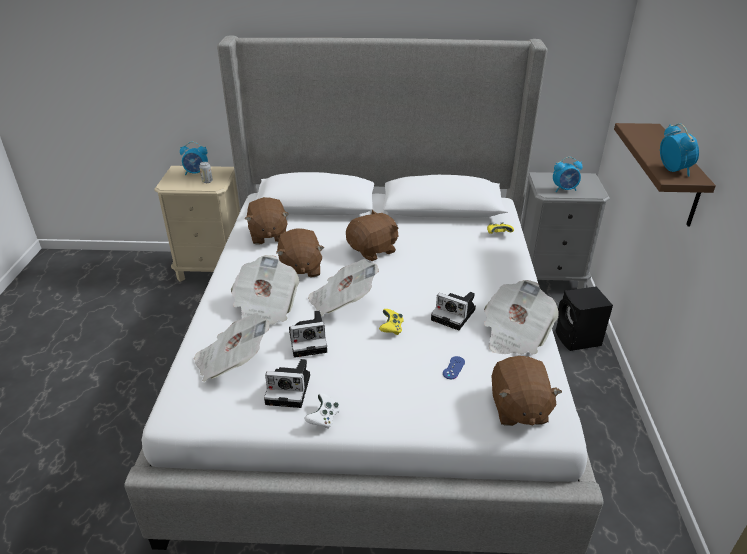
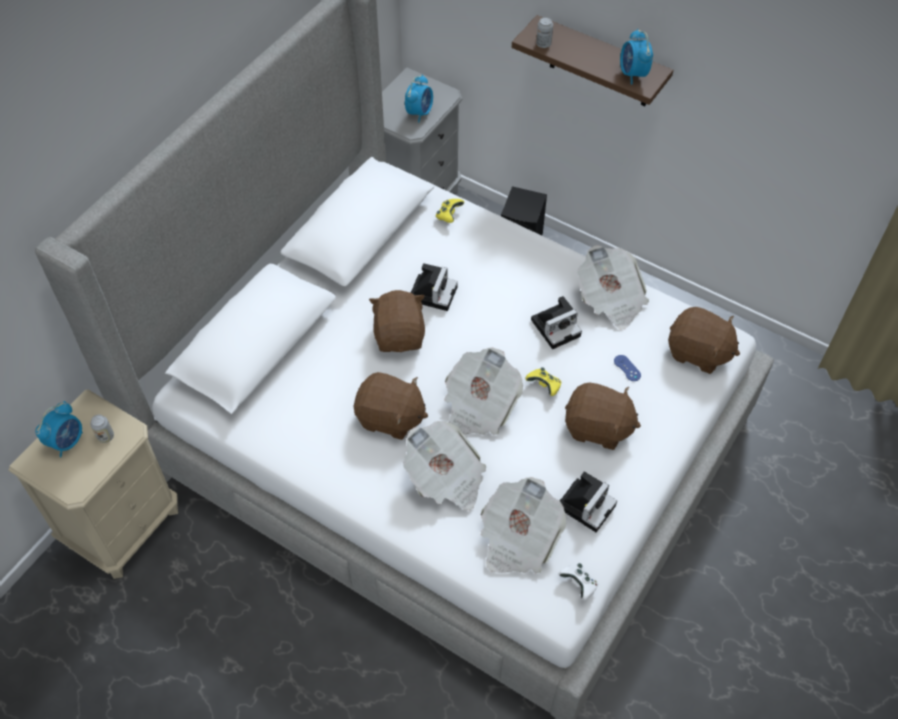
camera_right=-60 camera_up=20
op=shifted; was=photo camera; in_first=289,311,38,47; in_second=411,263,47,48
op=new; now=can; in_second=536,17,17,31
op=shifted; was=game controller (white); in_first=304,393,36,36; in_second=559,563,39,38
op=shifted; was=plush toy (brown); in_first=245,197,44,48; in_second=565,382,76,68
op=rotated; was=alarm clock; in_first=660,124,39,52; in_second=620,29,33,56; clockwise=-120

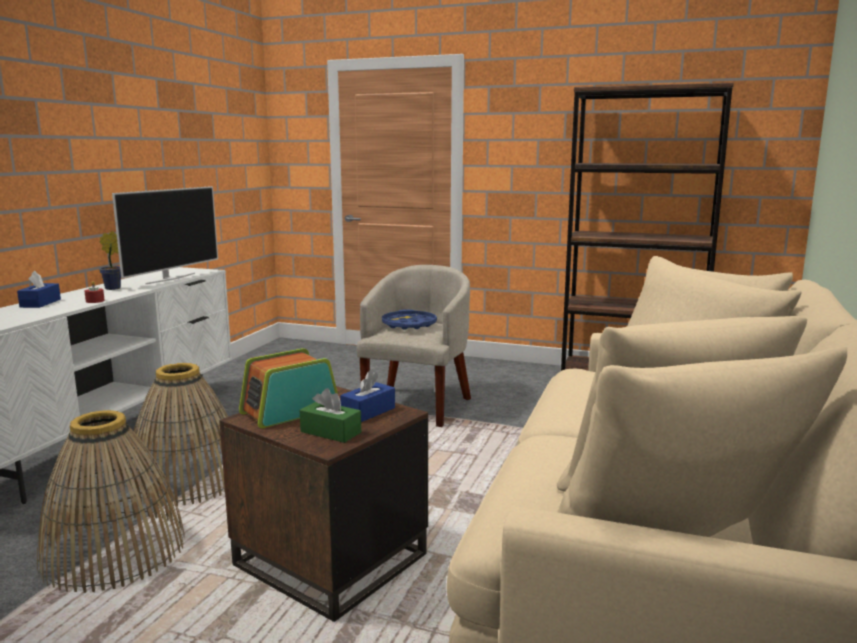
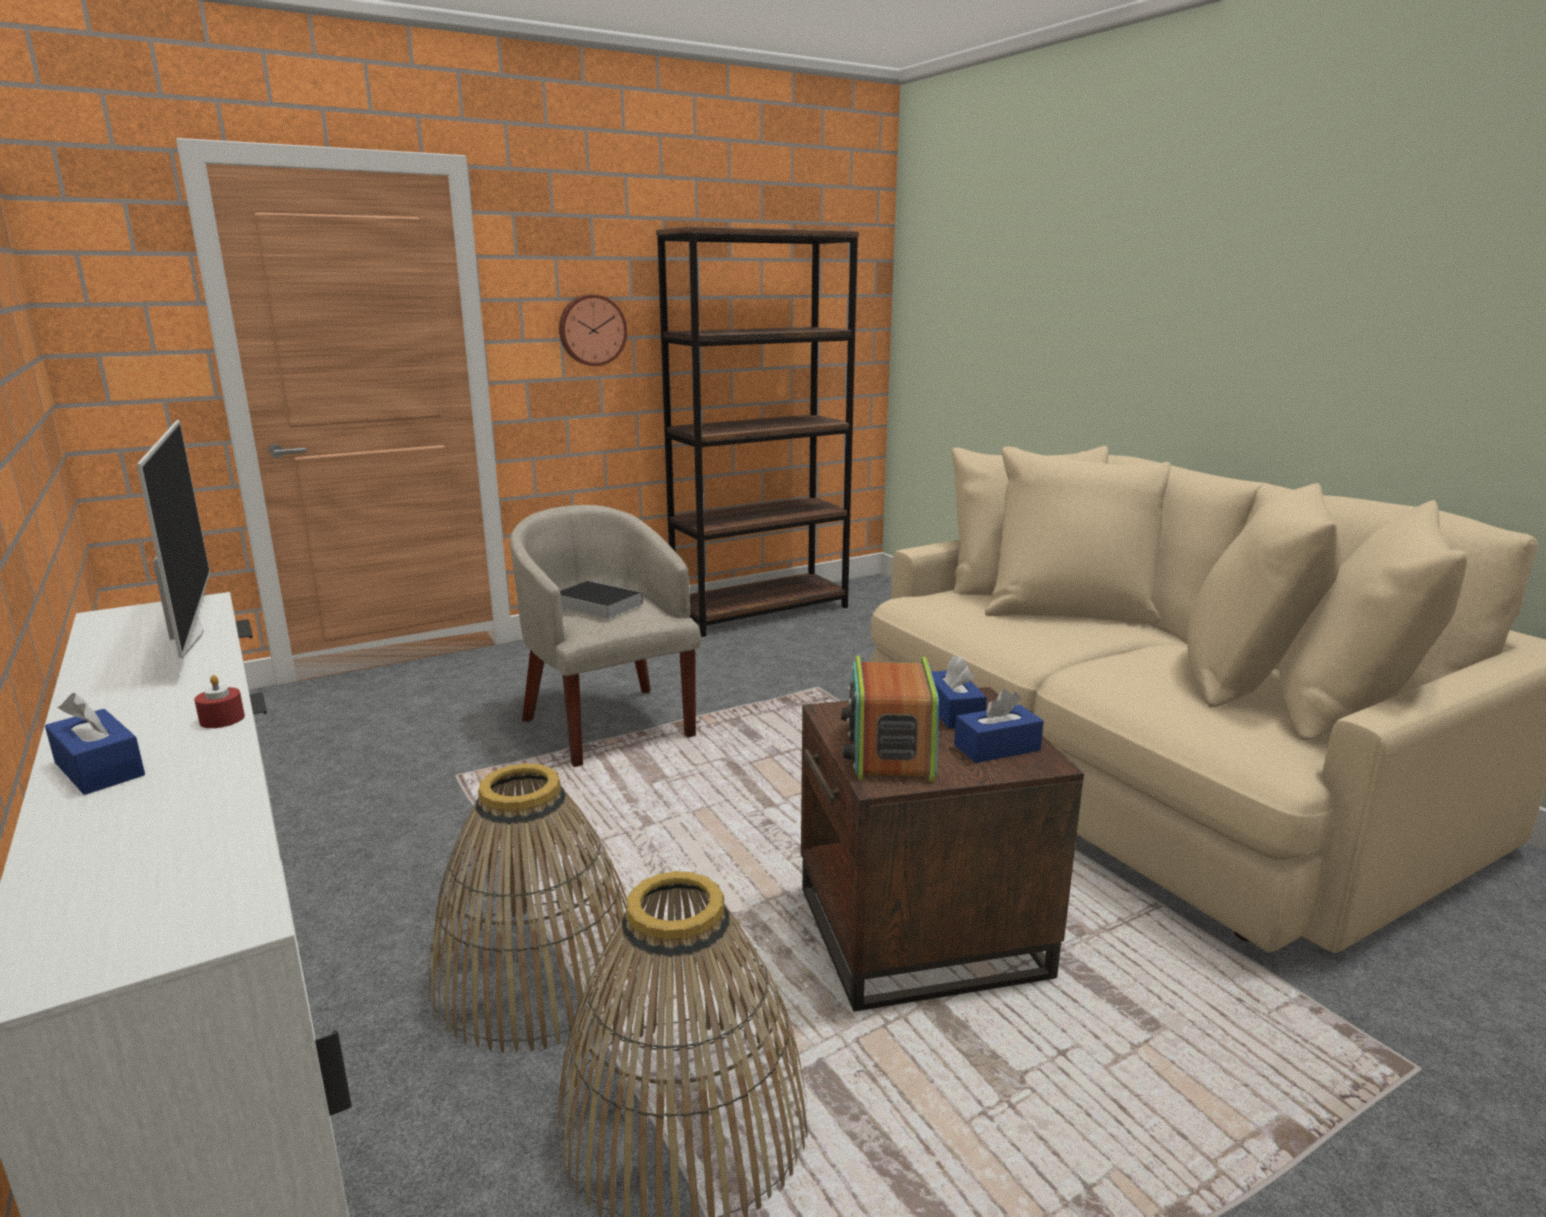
camera_right=-50 camera_up=5
op=new; now=wall clock; in_second=559,294,68,72
op=swapped; was=tray (blue); now=book; in_first=382,309,55,21; in_second=560,581,83,38
op=repainted; was=tissue box (green); now=tissue box (blue); in_first=300,388,61,55; in_second=954,689,90,74
op=gone; was=potted plant; in_first=99,231,22,59

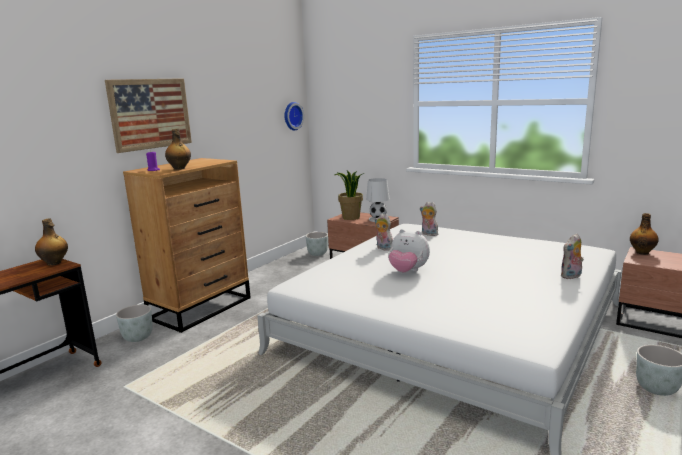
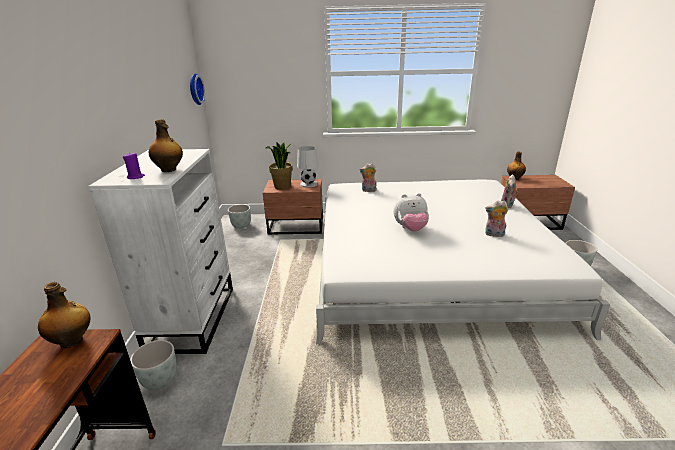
camera_right=-35 camera_up=10
op=repainted; was=dresser (brown); now=dresser (white); in_first=123,158,128,175; in_second=88,149,145,205
op=shifted; was=plush toy; in_first=375,213,18,38; in_second=485,201,23,36
op=gone; was=picture; in_first=105,78,87,75

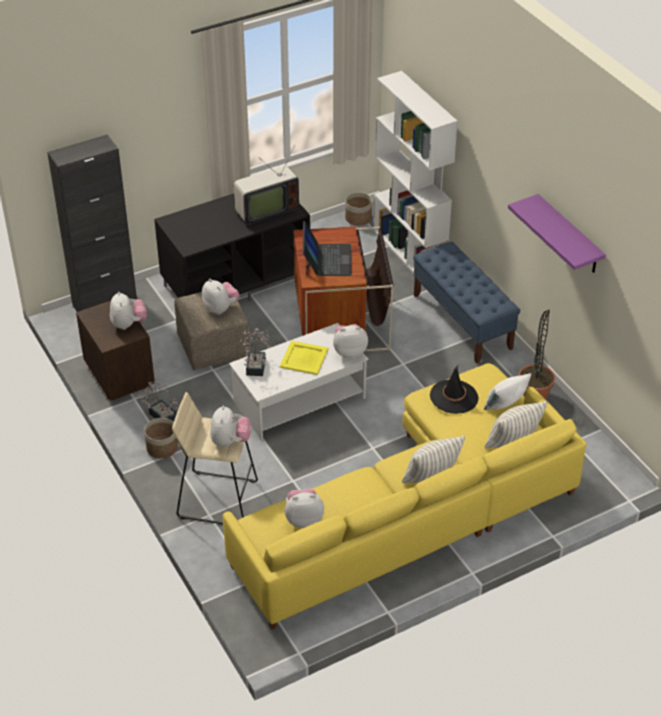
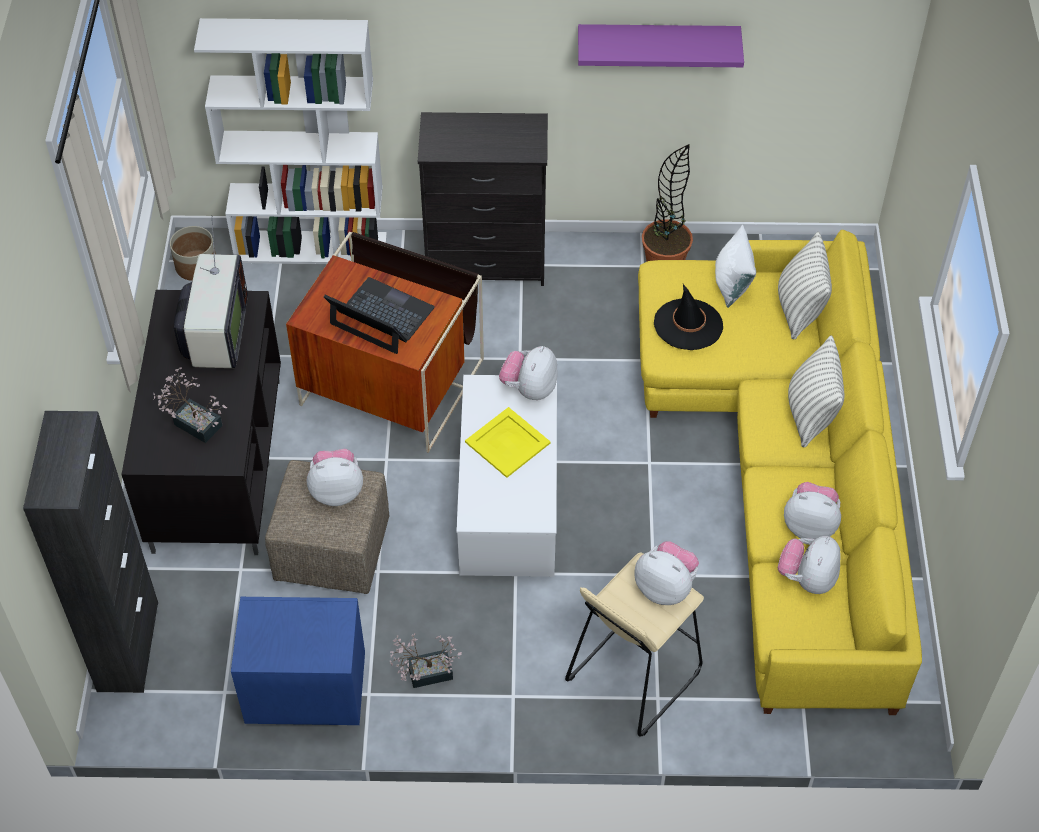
camera_right=-60 camera_up=10
op=shifted; was=potted plant; in_first=240,328,30,48; in_second=153,368,74,75
op=repainted; was=nightstand (brown); now=nightstand (blue); in_first=76,301,79,99; in_second=231,597,134,128
op=swapped; was=bench (blue); now=dresser (black); in_first=413,242,107,122; in_second=418,112,130,174
op=shifted; was=plush toy; in_first=110,292,37,38; in_second=784,482,57,57
op=gone; was=planter; in_first=144,418,34,40

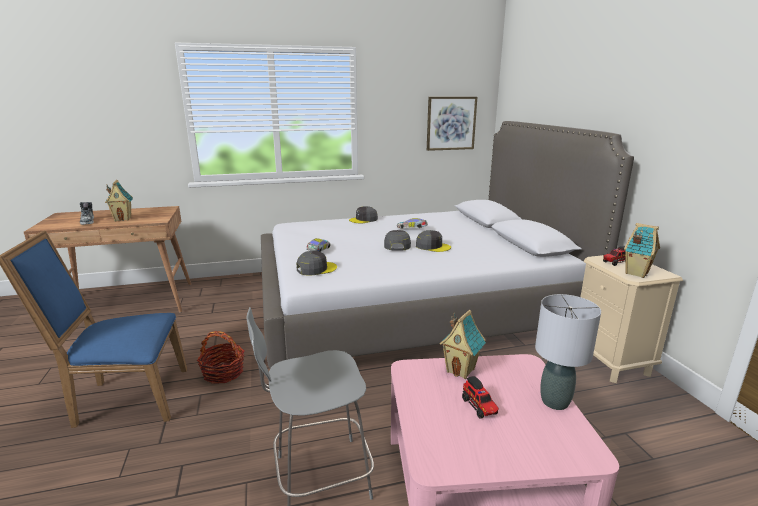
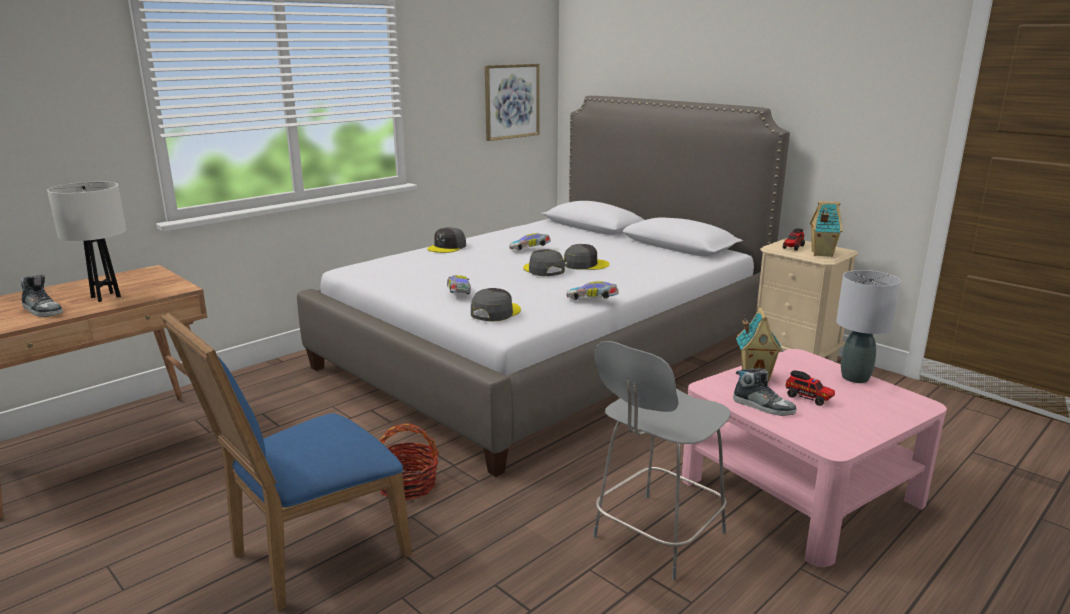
camera_right=-30 camera_up=0
op=swapped; was=toy house; now=table lamp (white); in_first=105,180,28,41; in_second=47,181,79,121
op=new; now=toy car; in_second=566,281,53,19
op=new; now=shoe; in_second=733,368,64,48

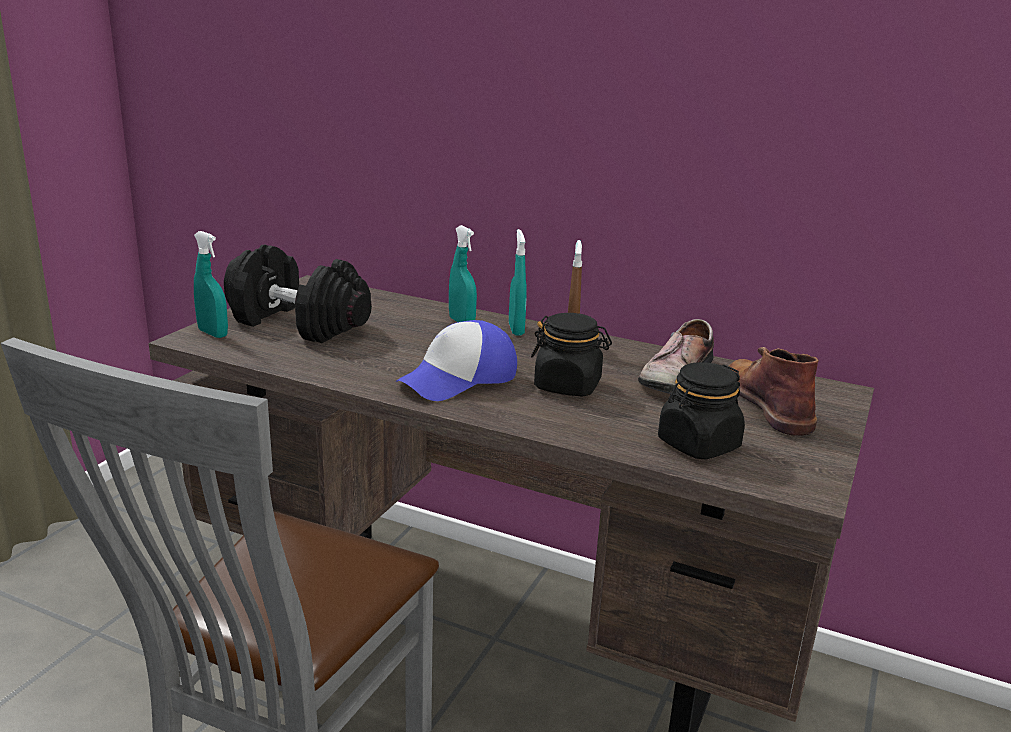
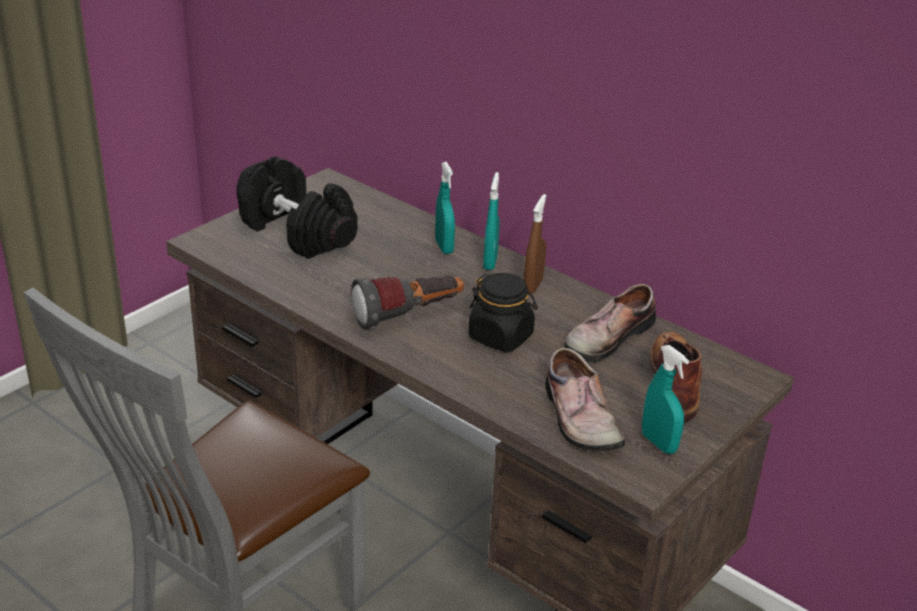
camera_right=15 camera_up=10
op=swapped; was=cap; now=flashlight; in_first=395,320,122,81; in_second=351,275,113,55
op=swapped; was=jar (black); now=shoe; in_first=658,362,87,98; in_second=545,348,80,103
op=shifted; was=spray bottle (turquoise); in_first=194,231,34,107; in_second=642,345,47,109

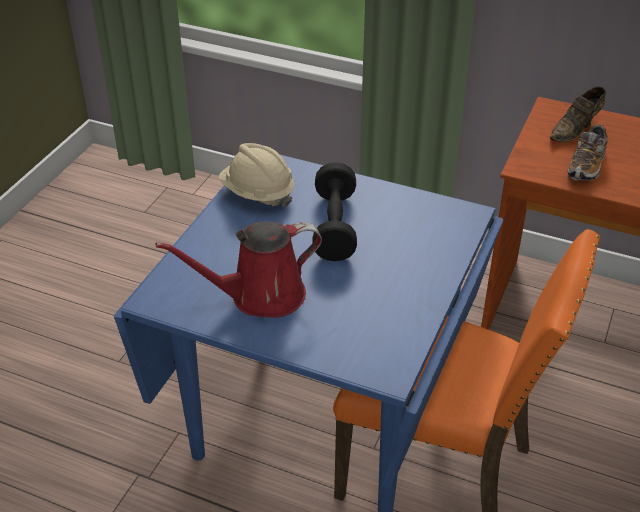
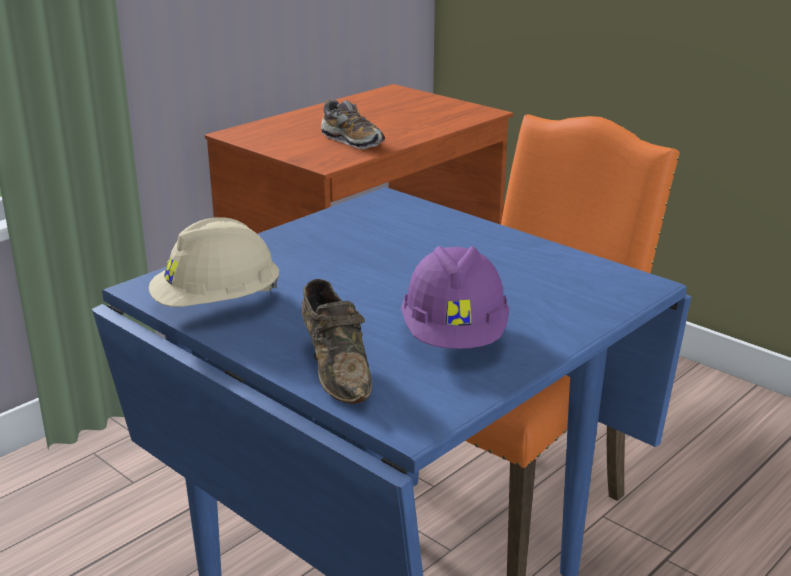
camera_right=-70 camera_up=-15
op=shifted; was=shoe (brown); in_first=550,87,56,55; in_second=302,279,70,125
op=swapped; was=watering can (red); now=hard hat (purple); in_first=155,221,167,97; in_second=401,246,108,103
op=gone; was=dumbbell (black); in_first=312,162,45,99

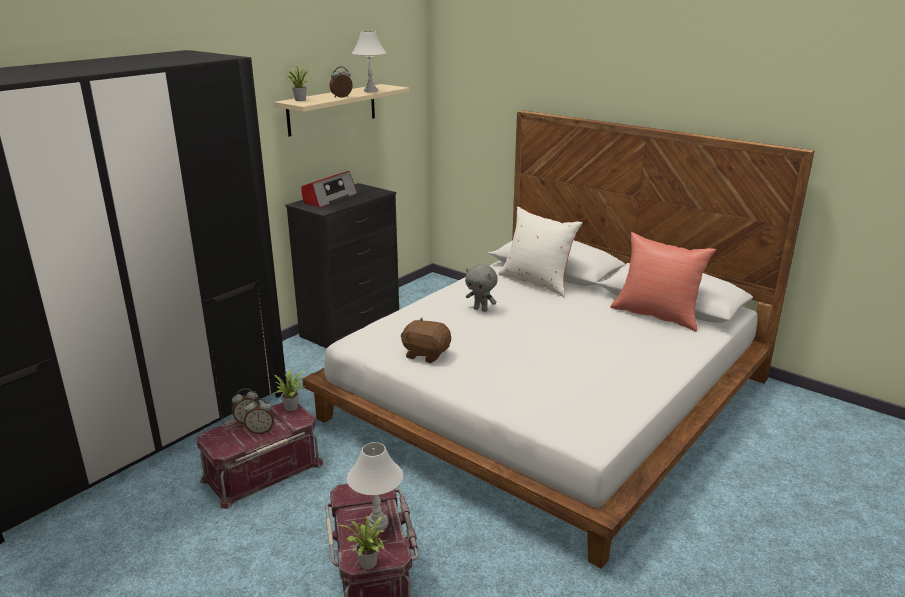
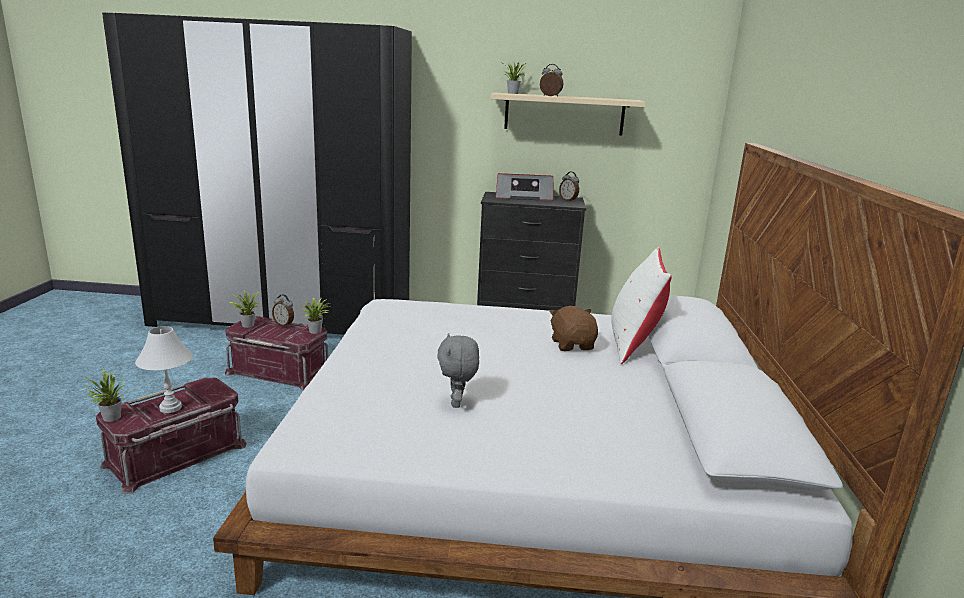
camera_right=55 camera_up=-5
op=new; now=potted plant; in_second=229,291,32,37
op=shifted; was=plush toy (grey); in_first=465,264,33,48; in_second=438,333,41,75
op=shifted; was=plush toy (brown); in_first=401,318,50,45; in_second=549,306,49,45
op=shifted; was=alarm clock; in_first=244,398,30,36; in_second=559,172,20,30
op=gone; was=table lamp (white); in_first=352,31,34,61
op=gone; was=pillow (red); in_first=610,232,106,99

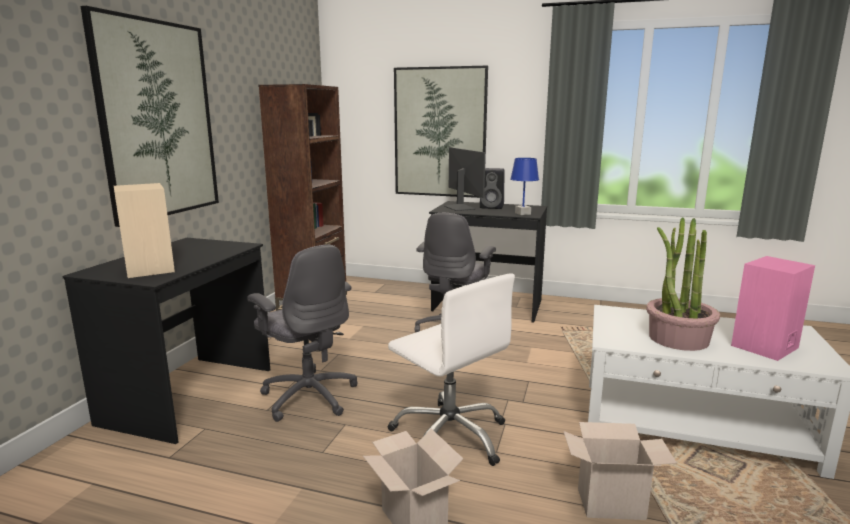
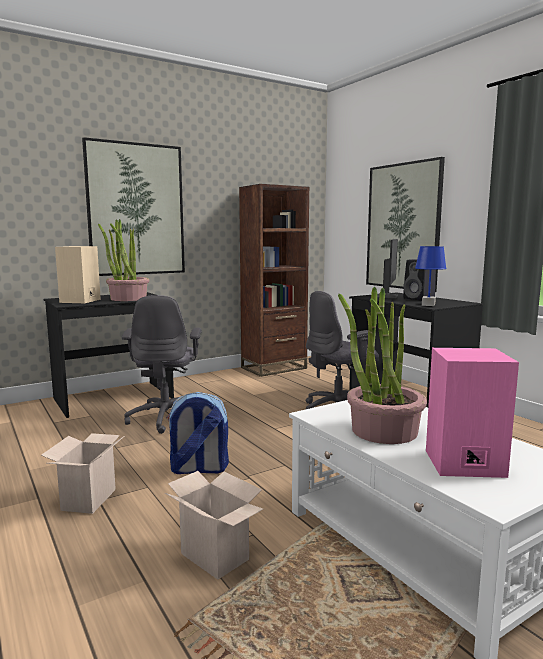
camera_right=40 camera_up=-5
op=new; now=potted plant; in_second=98,219,51,82
op=swapped; was=office chair (white); now=backpack; in_first=388,273,127,193; in_second=166,392,63,82

